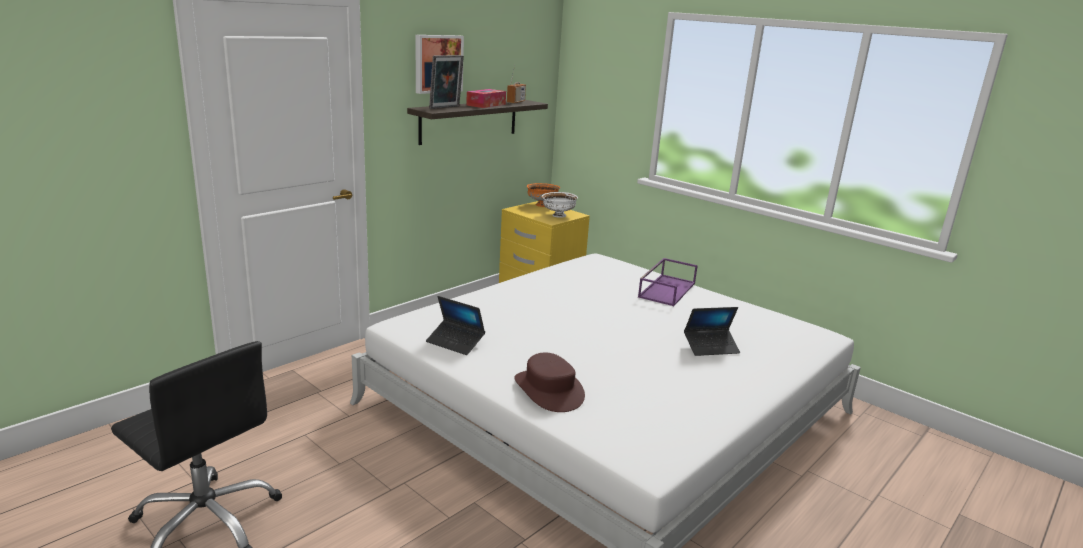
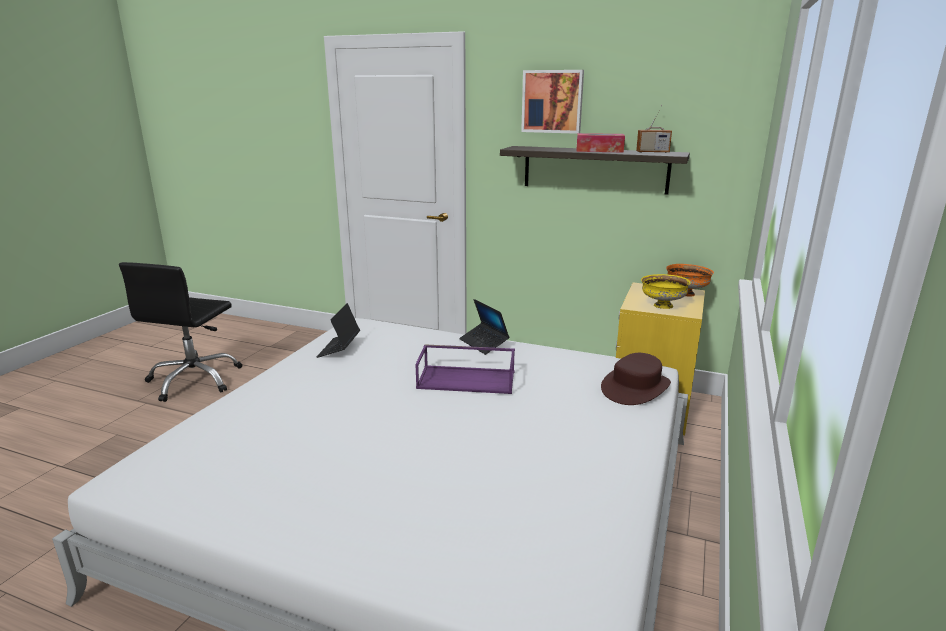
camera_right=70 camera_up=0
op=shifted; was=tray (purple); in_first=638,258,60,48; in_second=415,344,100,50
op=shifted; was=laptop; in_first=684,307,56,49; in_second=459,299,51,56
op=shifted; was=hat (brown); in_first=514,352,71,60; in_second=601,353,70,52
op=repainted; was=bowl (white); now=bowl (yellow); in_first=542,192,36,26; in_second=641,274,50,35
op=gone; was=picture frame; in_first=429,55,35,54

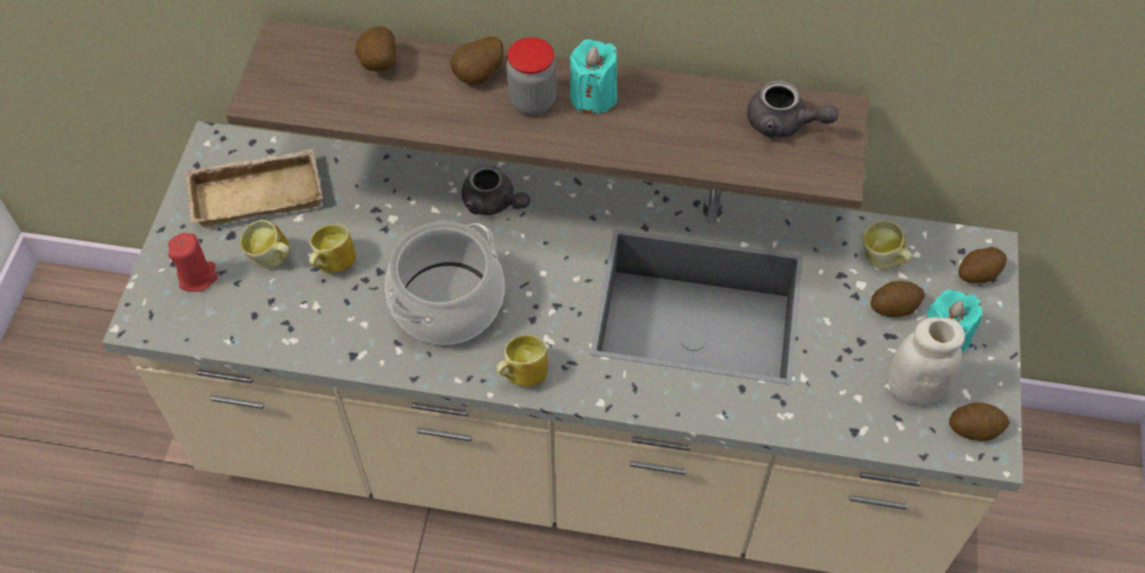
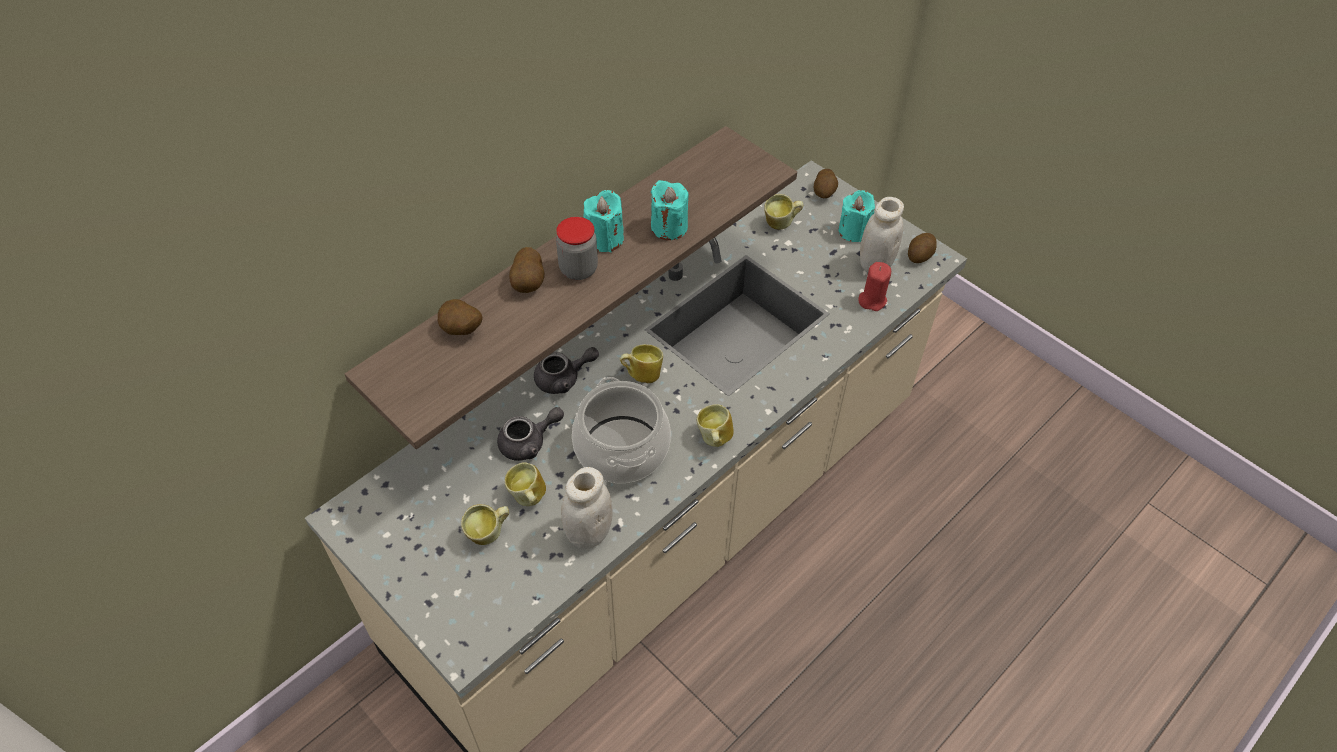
camera_right=-55 camera_up=-5
op=shifted; was=teapot (grey); in_first=747,81,91,57; in_second=497,407,67,54
op=new; now=jar (white); in_second=561,467,52,82
op=new; now=mug; in_second=620,344,43,39
op=new; now=candle (turquoise); in_second=651,180,38,60
op=shifted; was=candle (red); in_first=168,233,50,59; in_second=858,262,33,49
op=gone; was=tray (beige); in_first=186,149,137,78
op=gone; was=potato; in_first=871,281,54,36

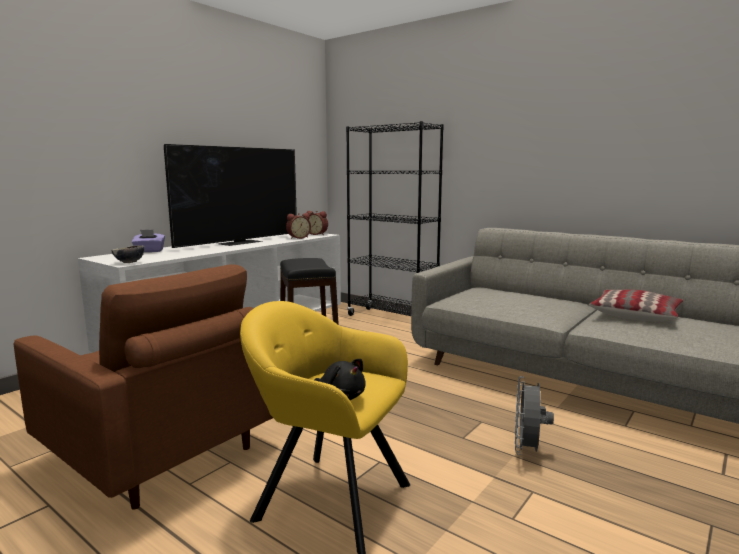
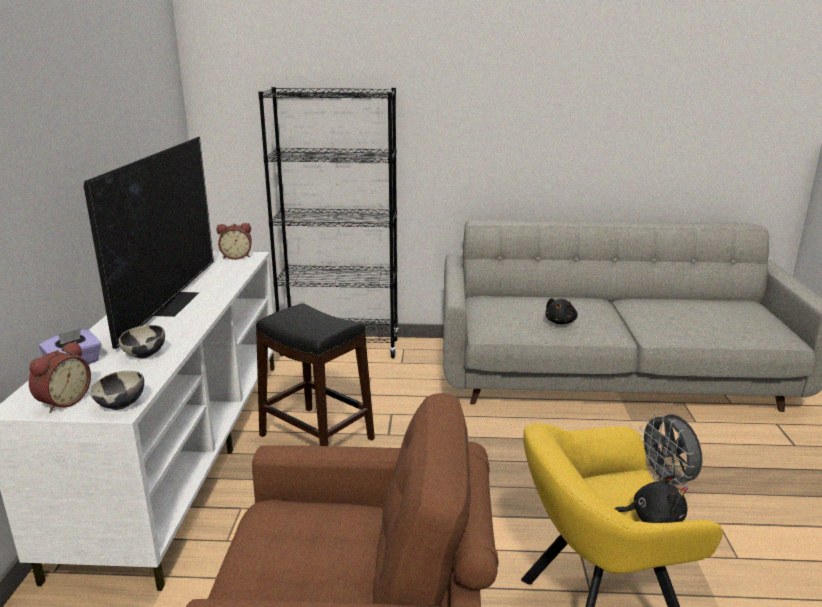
camera_right=-35 camera_up=10
op=shifted; was=alarm clock; in_first=286,213,25,26; in_second=29,341,62,72
op=new; now=bowl; in_second=118,325,47,34
op=new; now=plush toy (black); in_second=545,298,33,26
op=gone; was=pillow; in_first=589,290,94,31

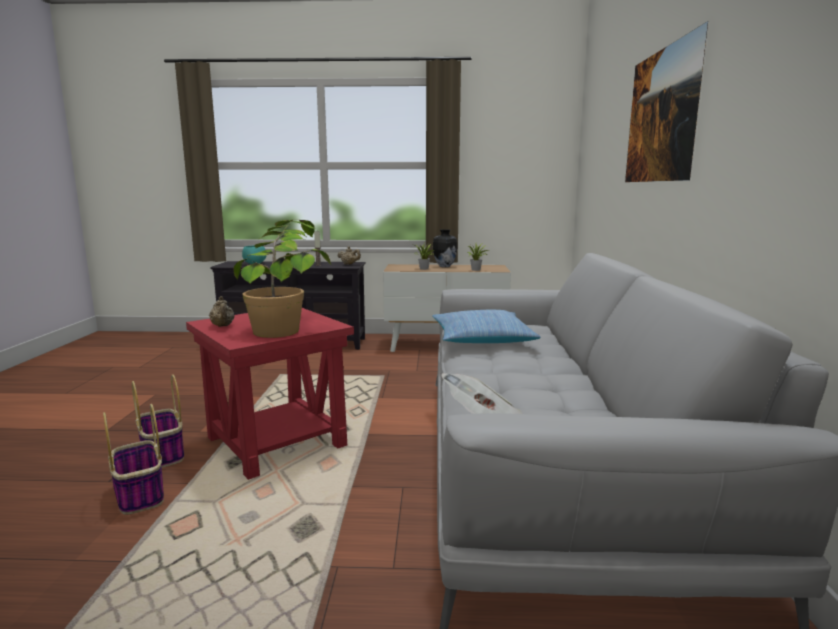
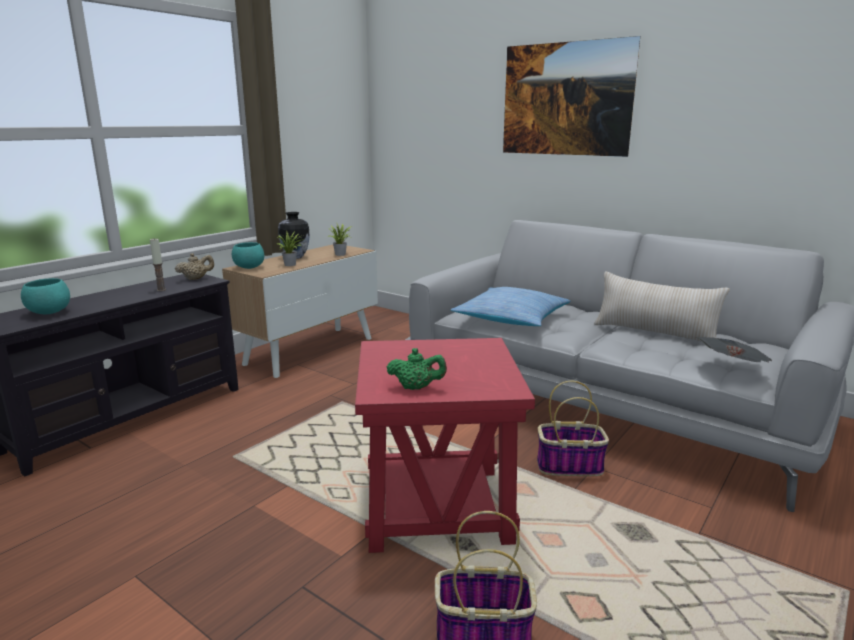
camera_right=-55 camera_up=5
op=new; now=bowl (turquoise); in_second=232,242,32,27
op=repainted; was=teapot (beige); now=teapot (green); in_first=209,296,26,31; in_second=387,348,60,42
op=shifted; was=basket; in_first=132,374,52,94; in_second=537,381,72,95
op=new; now=pillow (beige); in_second=594,271,136,70
op=gone; was=potted plant; in_first=233,220,99,118

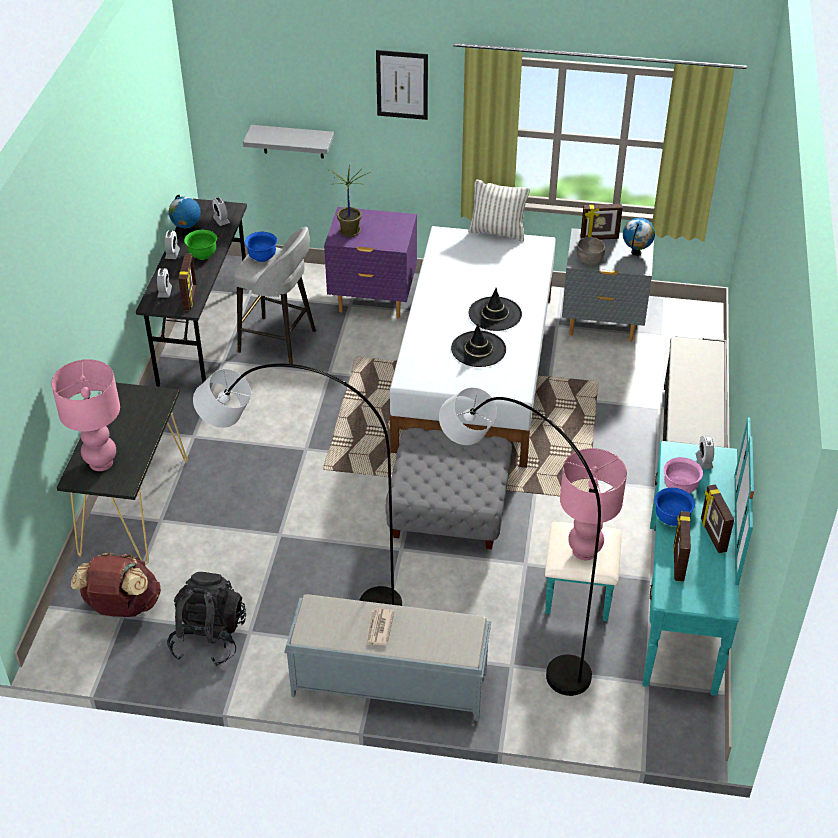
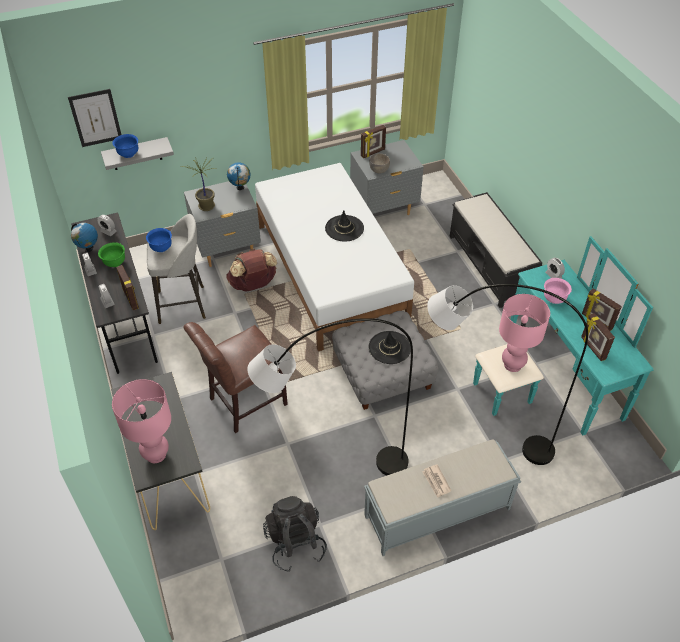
camera_right=-30 camera_up=5
op=shifted; was=picture; in_first=376,50,52,70; in_second=68,89,53,58
op=shifted; was=bowl (blue); in_first=655,487,40,39; in_second=112,134,26,24
op=repainted; was=nightstand (purple); now=nightstand (grey); in_first=324,207,93,111; in_second=184,181,77,86
op=new; now=chair (brown); in_second=184,322,104,111
op=shifted; was=globe; in_first=623,218,32,38; in_second=227,163,23,27
op=shifted; was=backpack (brown); in_first=71,553,90,64; in_second=227,249,50,43
op=shifted; was=hat (black); in_first=451,324,55,43; in_second=369,331,42,33
op=gone; was=pillow; in_first=468,180,62,61

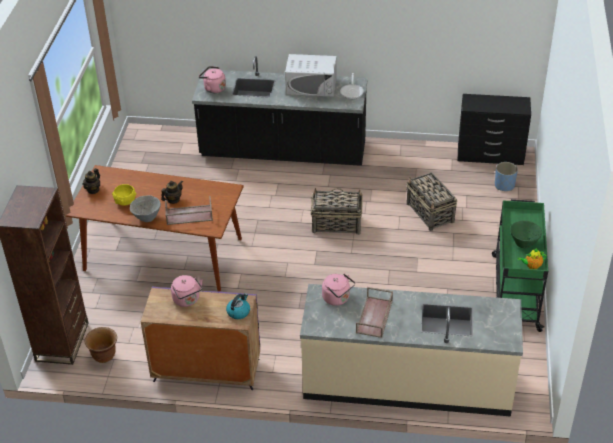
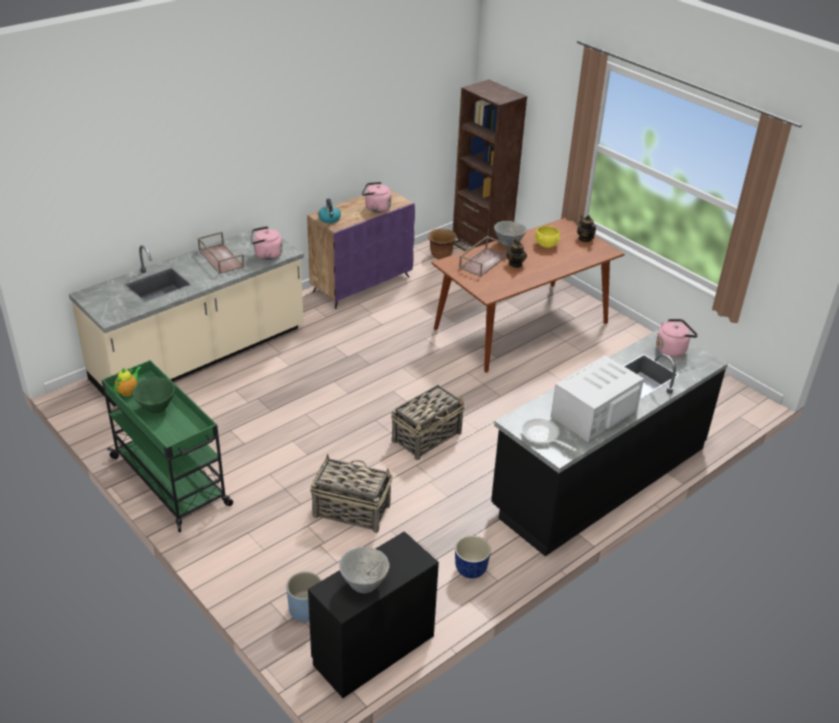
camera_right=130 camera_up=-5
op=new; now=bowl (grey); in_second=339,547,51,46
op=new; now=planter; in_second=455,535,36,44

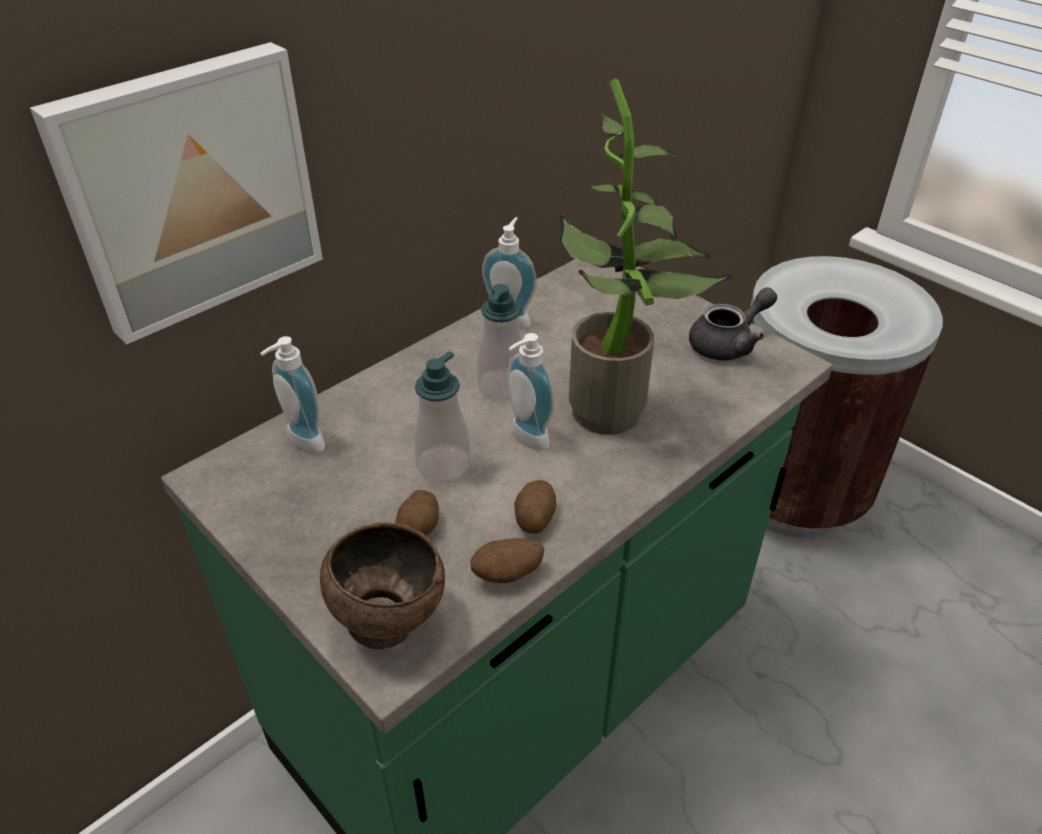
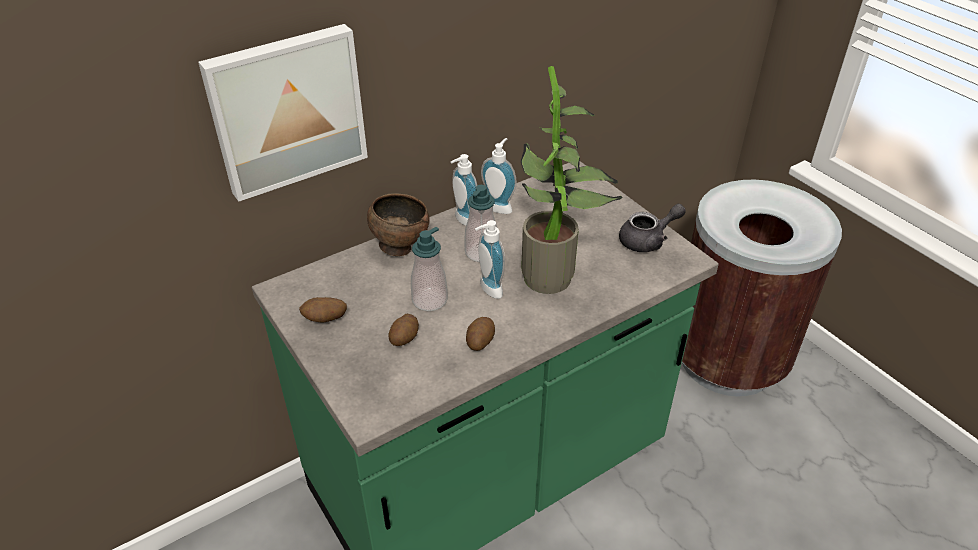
camera_right=10 camera_up=0
op=shifted; was=potato; in_first=470,538,74,45; in_second=299,297,48,25
op=shifted; was=bowl (brown); in_first=320,522,125,128; in_second=367,193,63,63
op=shifted; was=soap dispenser; in_first=260,336,65,117; in_second=450,154,27,72

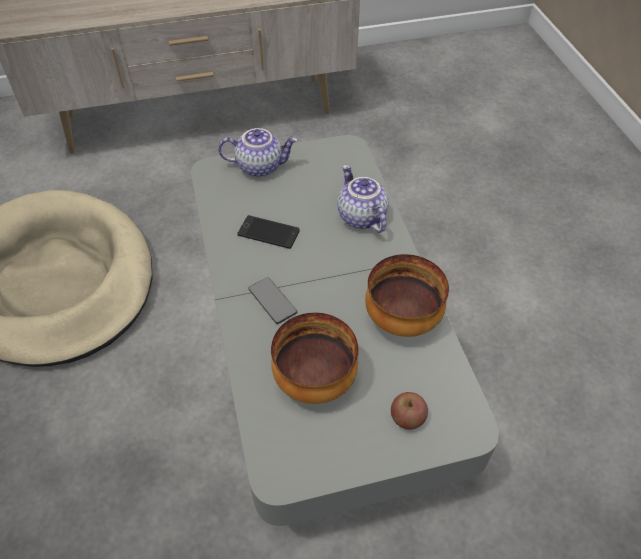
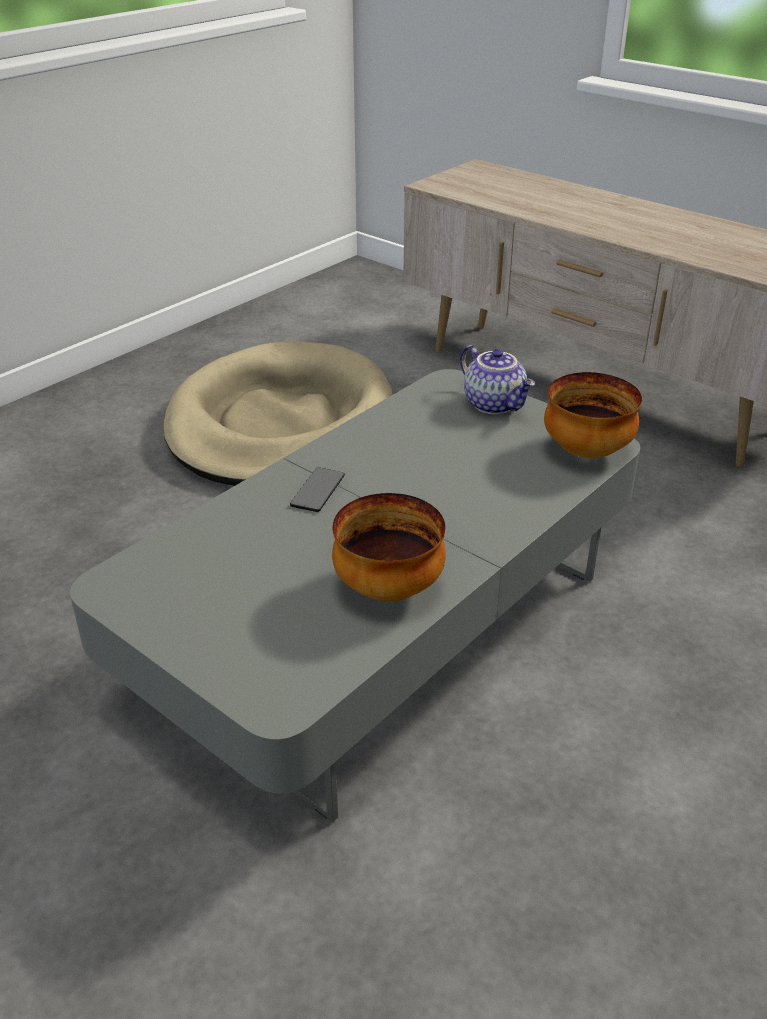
camera_right=55 camera_up=-15
op=shifted; was=bowl; in_first=271,313,88,91; in_second=544,372,98,87
op=gone; was=phone; in_first=237,215,63,34
op=gone; was=teapot; in_first=338,165,51,68
op=gone; was=apple; in_first=391,392,37,38

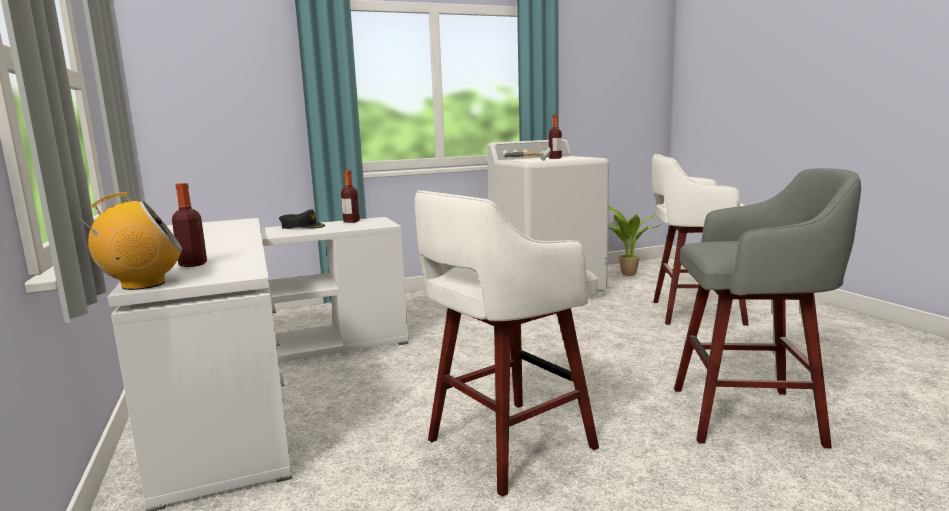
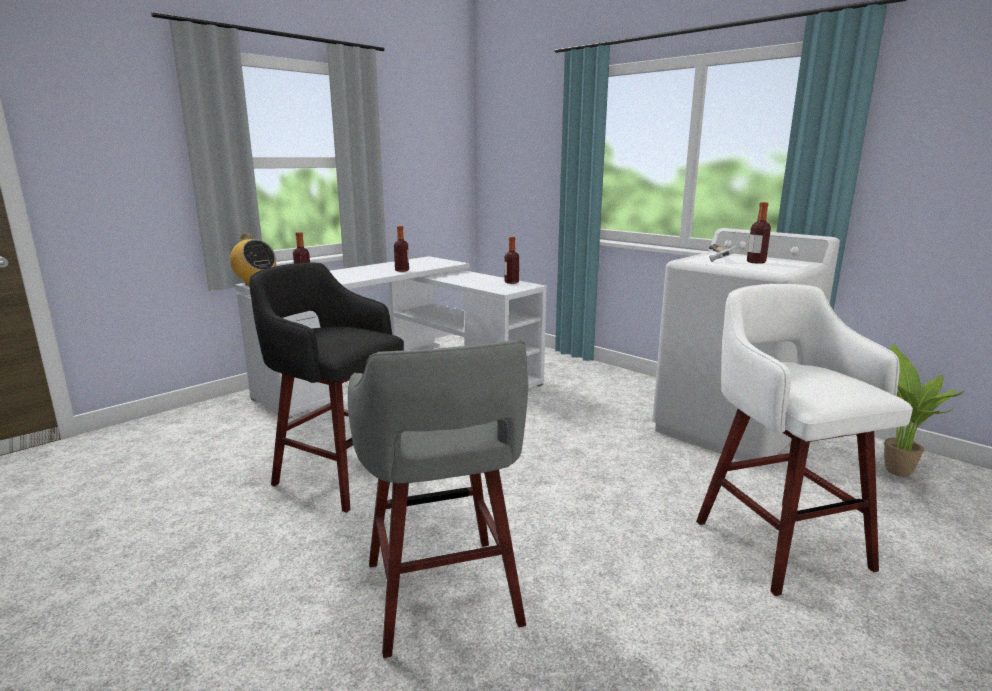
camera_right=65 camera_up=5
op=repainted; was=stool (white); now=stool (black); in_first=415,191,184,306; in_second=249,263,155,250
op=new; now=bottle; in_second=394,226,15,46
op=gone; was=cap (black); in_first=279,209,46,20

